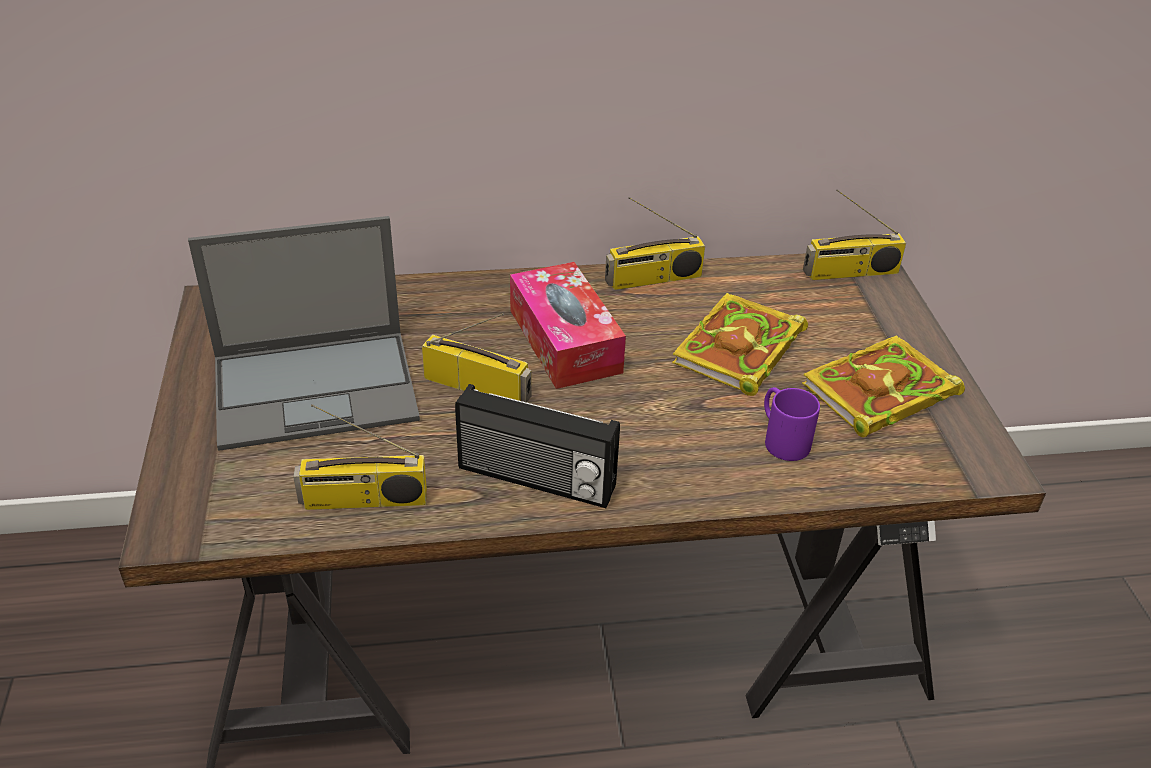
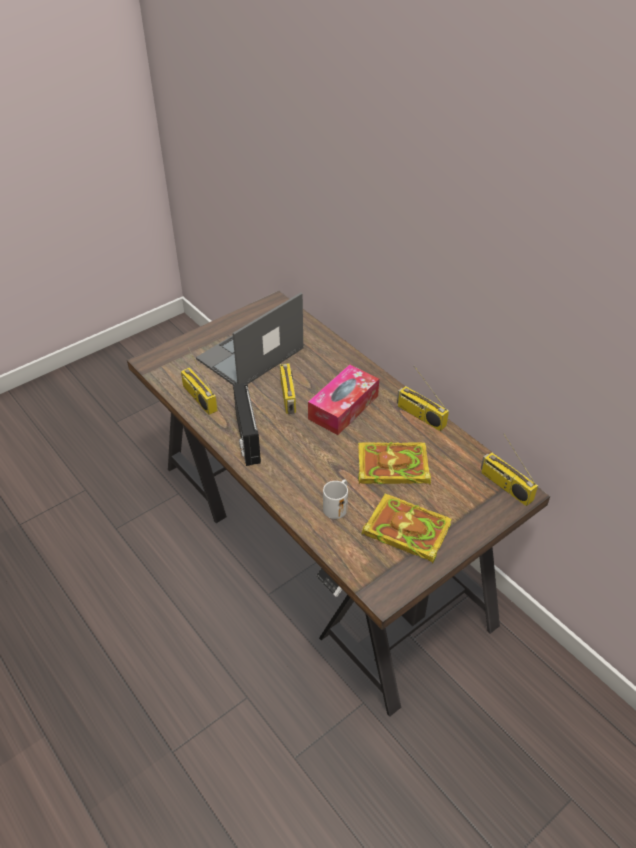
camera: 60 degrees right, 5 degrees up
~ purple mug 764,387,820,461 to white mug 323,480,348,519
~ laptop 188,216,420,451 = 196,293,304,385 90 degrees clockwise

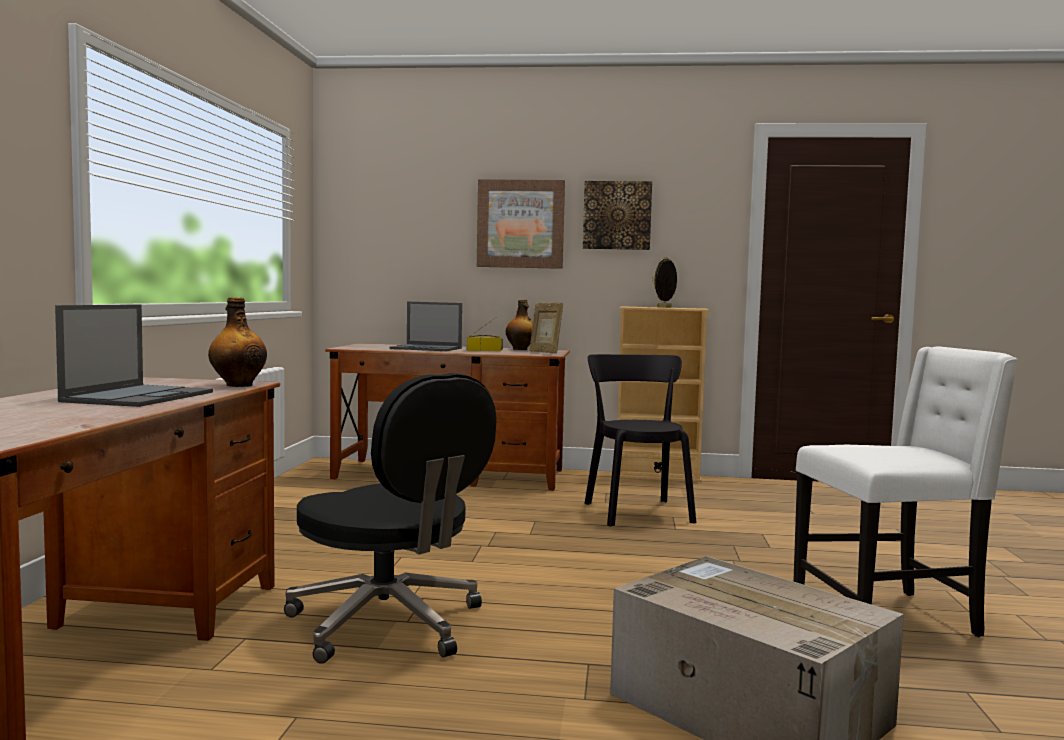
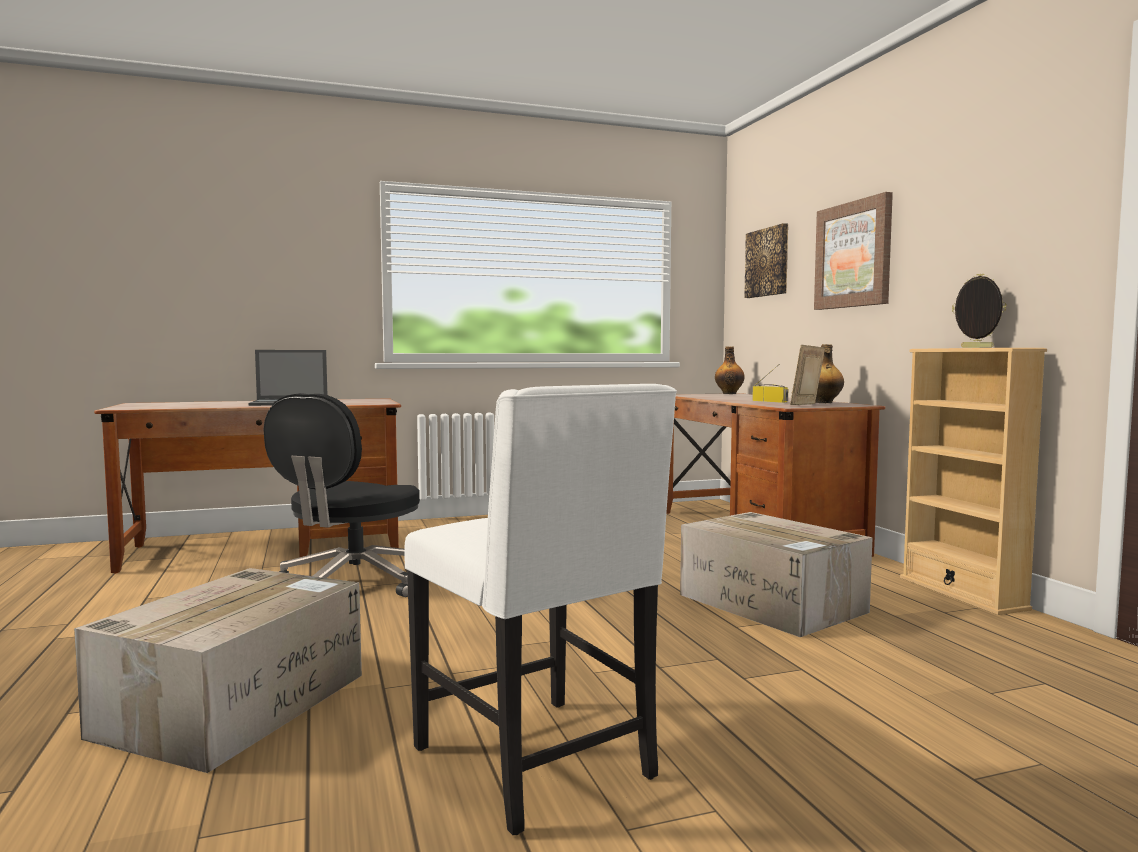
camera: 65 degrees right, 0 degrees up
- laptop 389,302,462,351
~ bottle 208,297,267,387 to 715,346,745,394
~ picture 583,181,652,250 to 744,223,788,298
~ black chair 584,354,696,526 to cardboard box 680,512,873,637

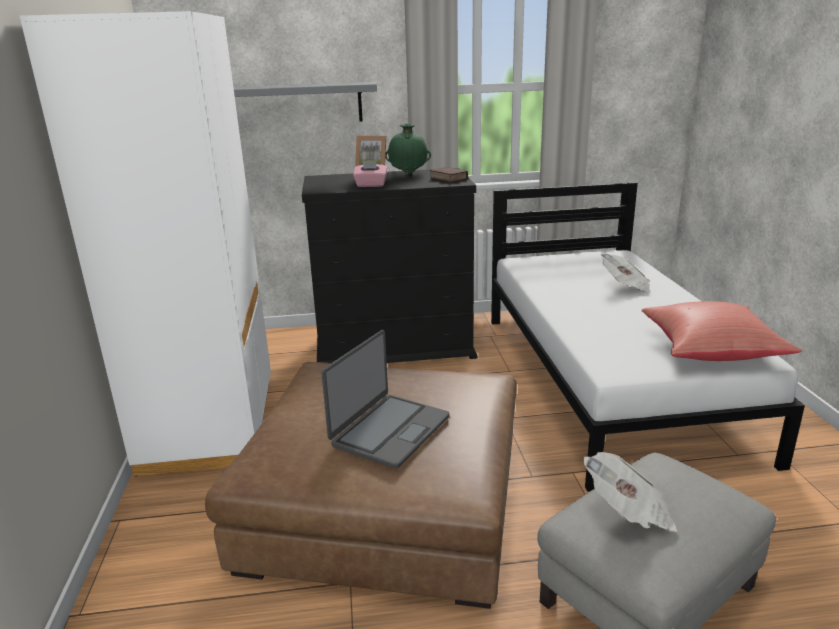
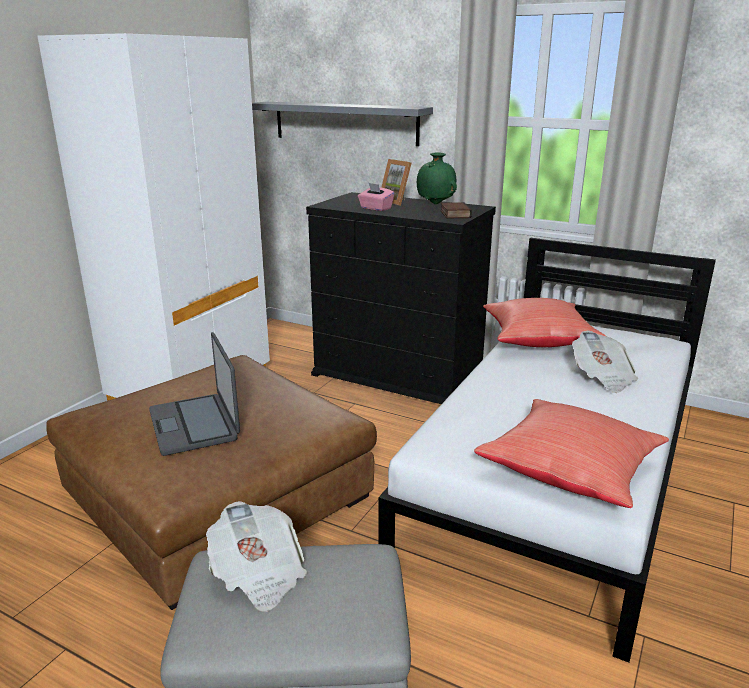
camera: 35 degrees right, 0 degrees up
+ red pillow 483,298,606,347
~ laptop 321,330,450,469 = 149,332,240,456 90 degrees clockwise

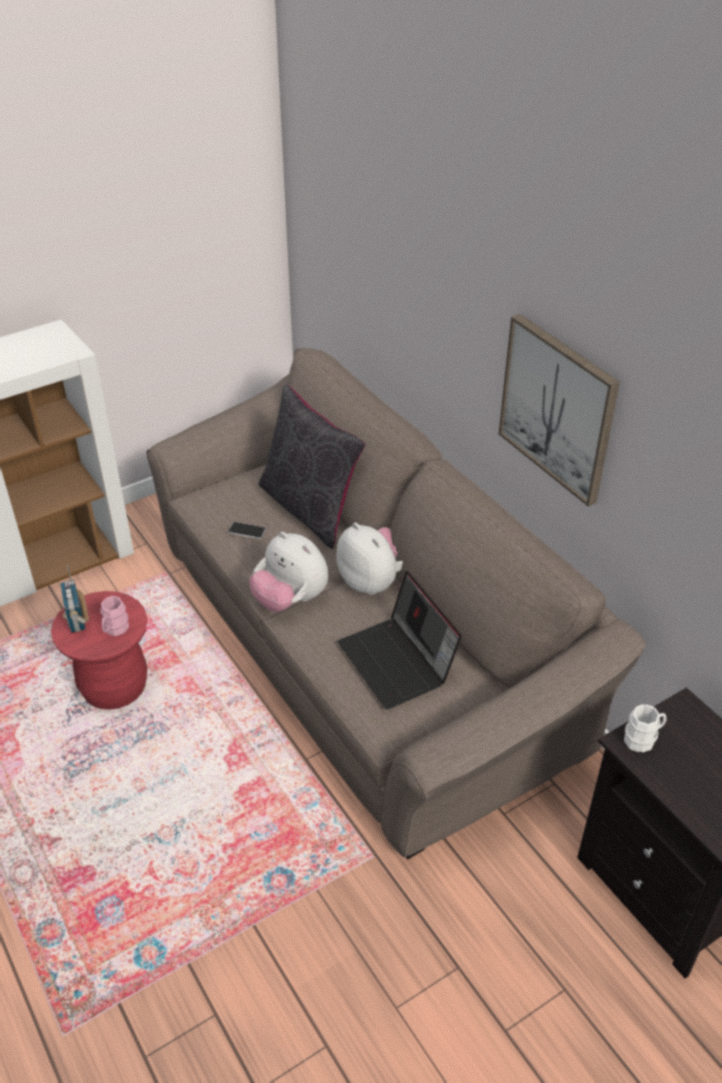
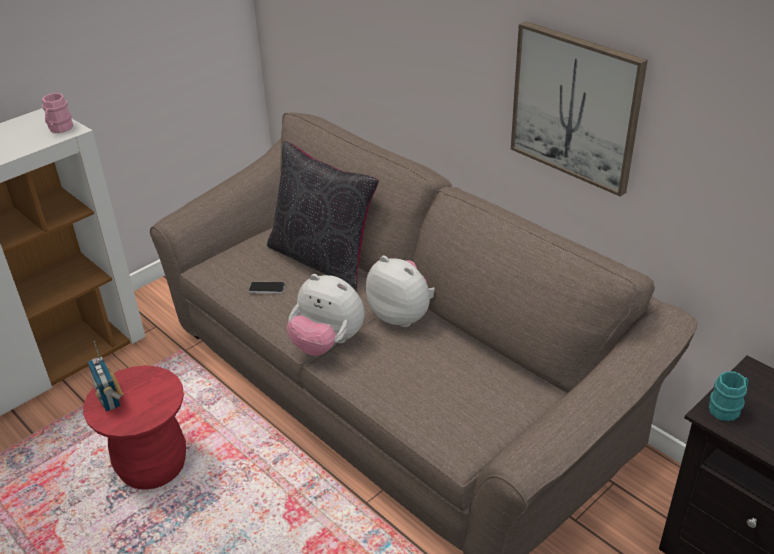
camera: 10 degrees left, 5 degrees down
- laptop 337,571,462,709
~ pink mug 100,596,129,636 to 42,93,73,133
~ white mug 624,704,666,753 to turquoise mug 709,371,748,421

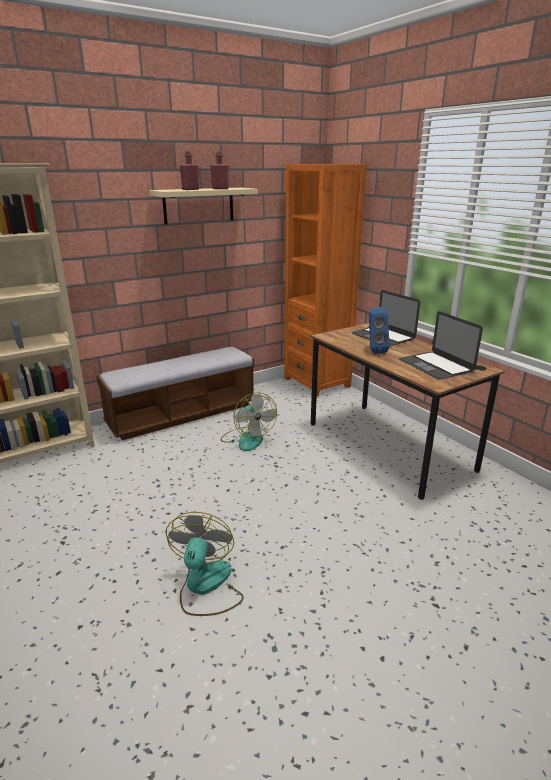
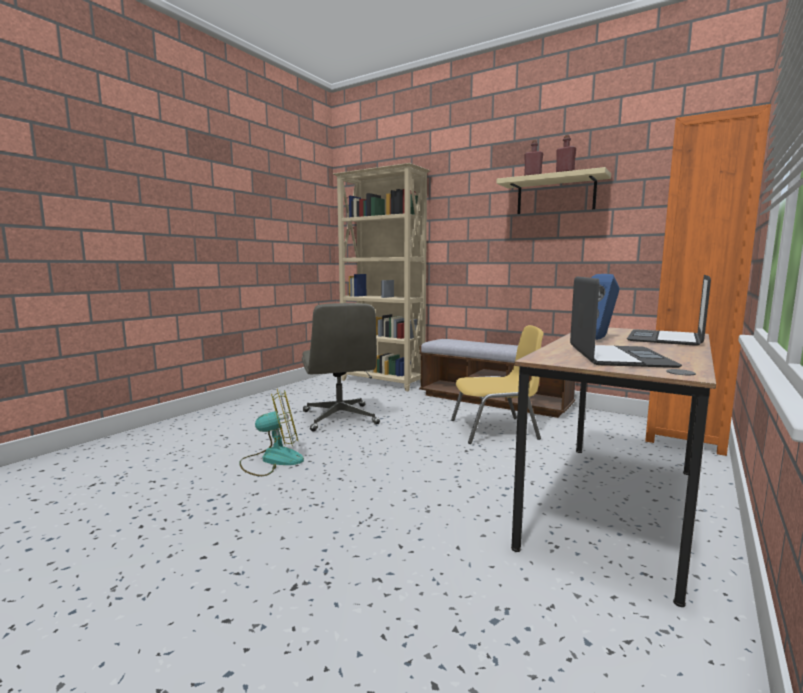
camera: 65 degrees right, 15 degrees down
+ grey office chair 302,303,380,431
~ fan 221,392,277,451 to yellow chair 451,325,544,444
~ laptop 399,311,483,379 = 570,277,682,368 150 degrees clockwise

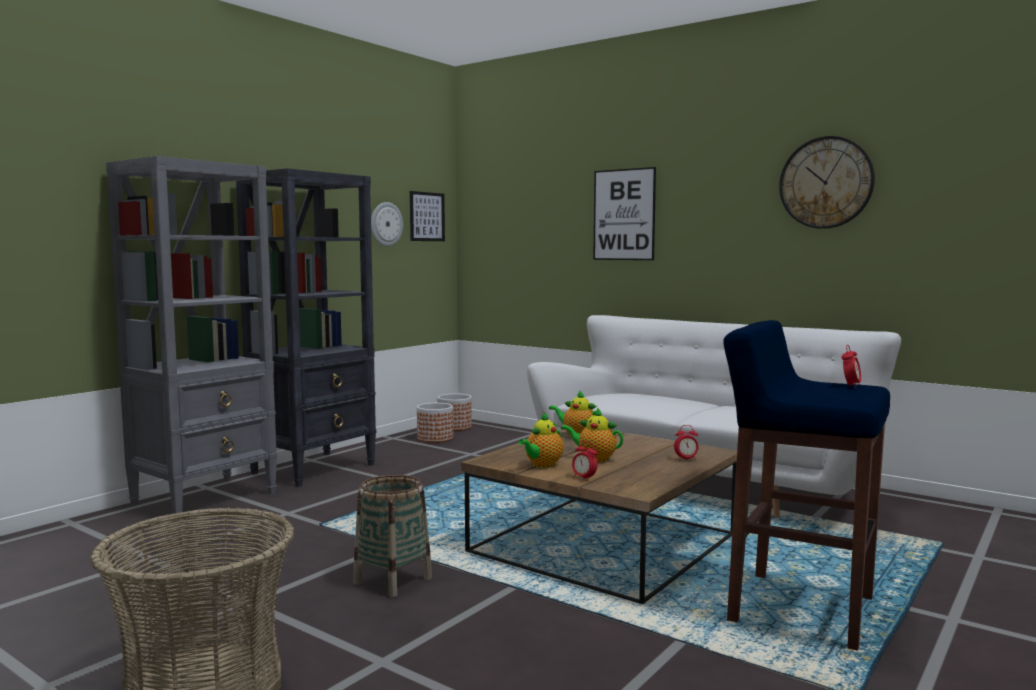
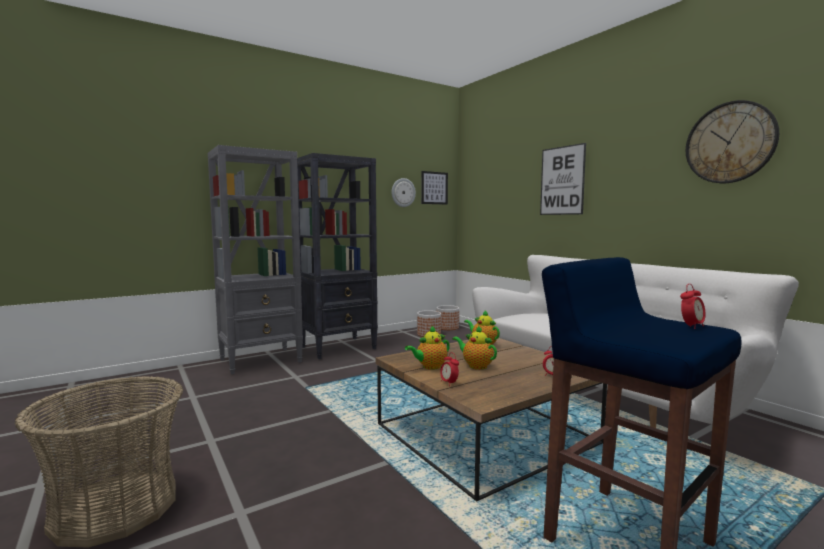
camera: 20 degrees right, 0 degrees up
- basket 353,475,432,597

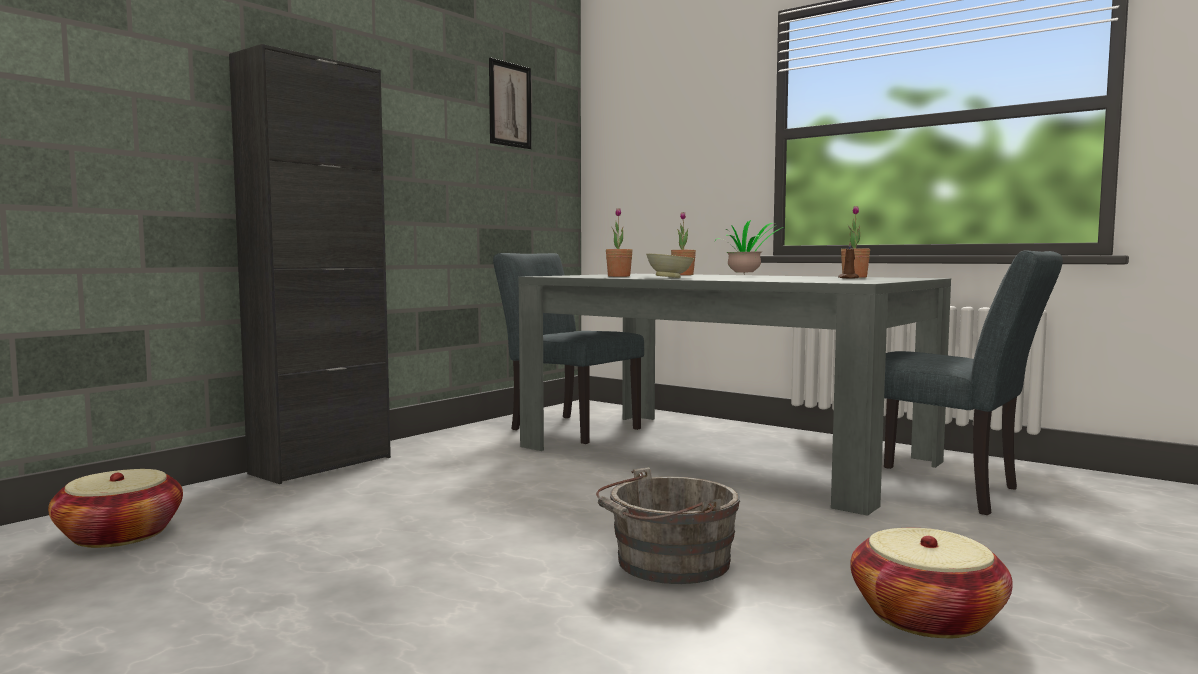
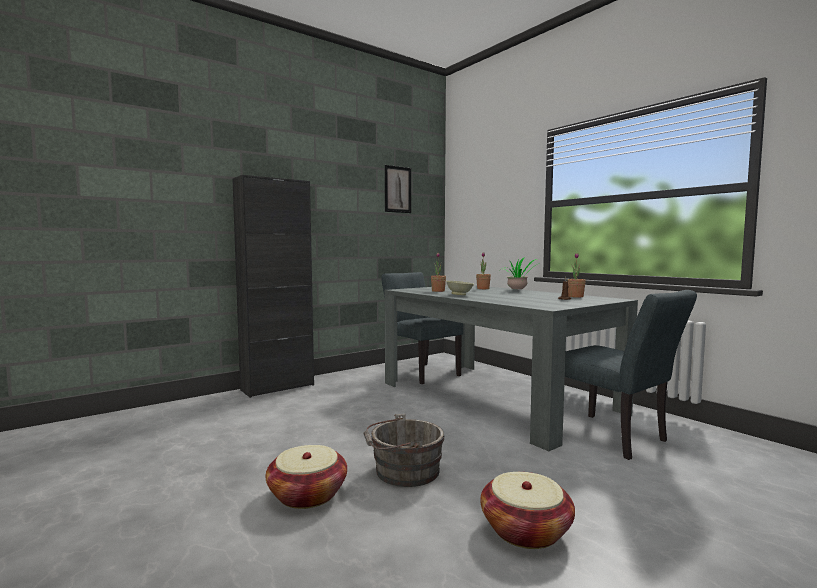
camera: 15 degrees right, 0 degrees up
~ basket 48,469,183,548 to 266,445,347,509

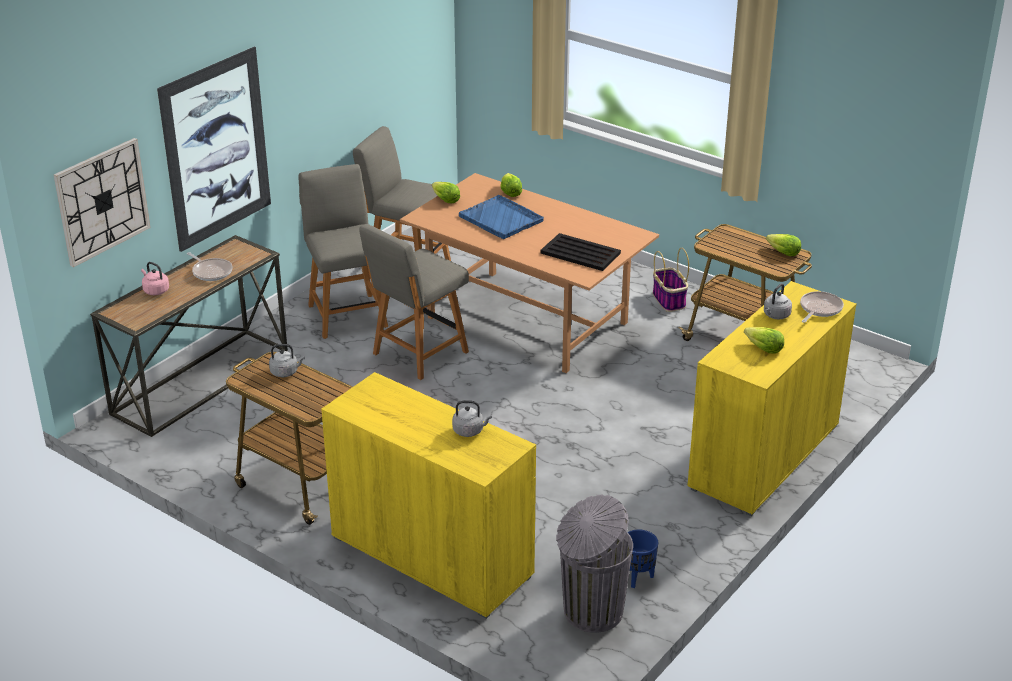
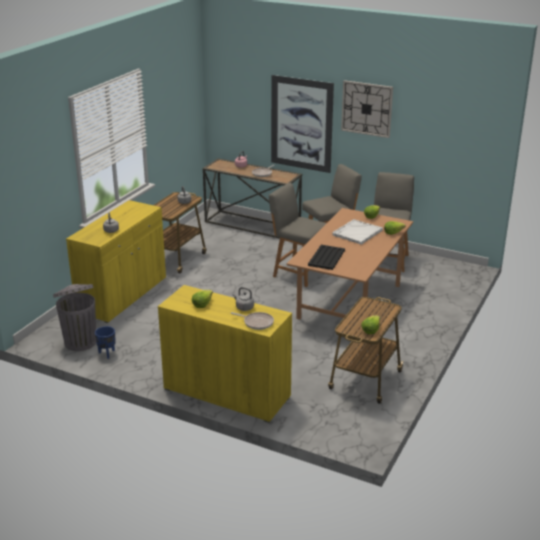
camera: 80 degrees right, 5 degrees down
- basket 653,248,689,312
~ wall clock 54,138,151,267 to 341,80,393,138
~ blue tray 459,195,544,239 to white tray 332,219,383,245

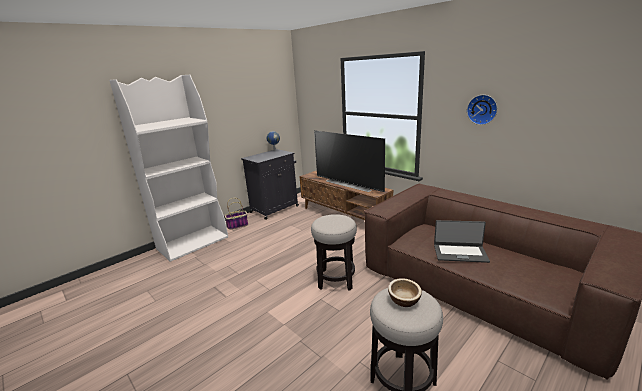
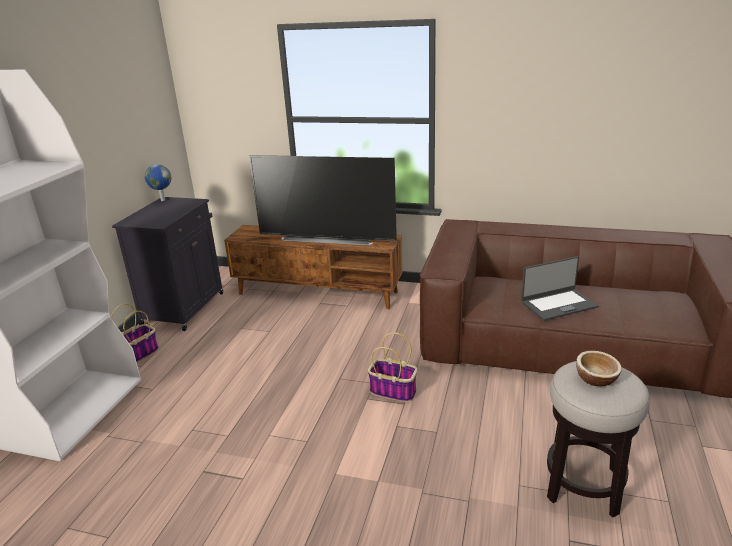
camera: 30 degrees left, 5 degrees up
- wall clock 467,95,497,125
~ stool 311,214,357,290 to basket 368,332,417,402

